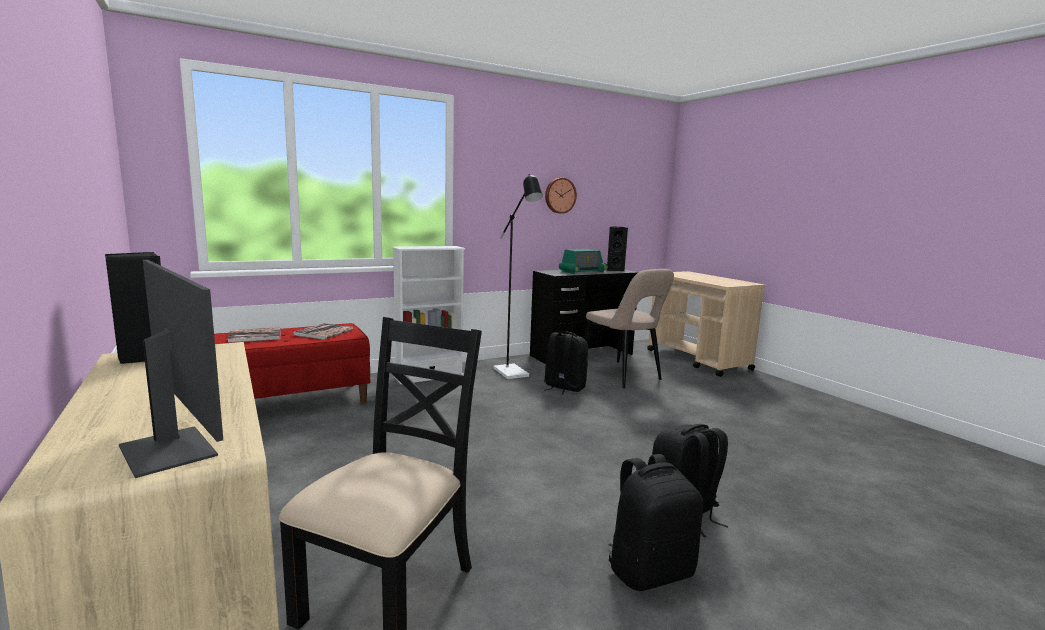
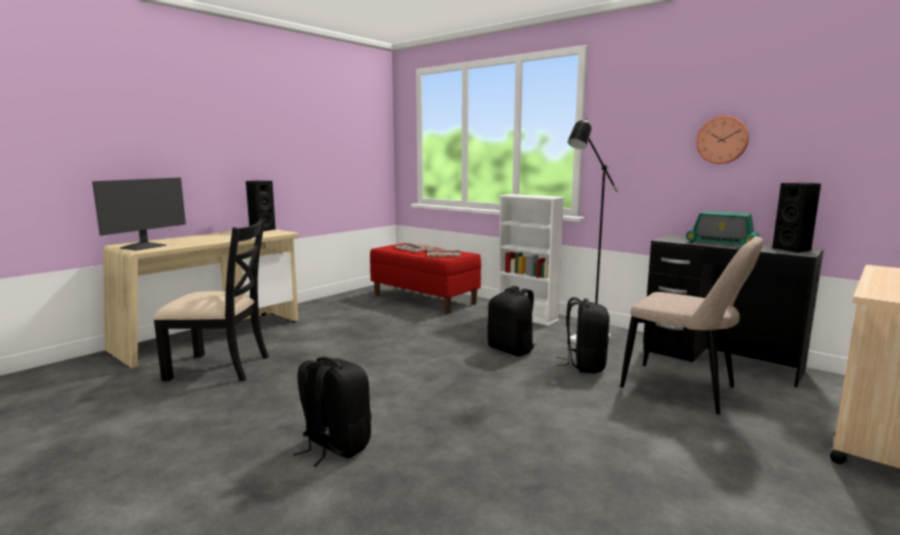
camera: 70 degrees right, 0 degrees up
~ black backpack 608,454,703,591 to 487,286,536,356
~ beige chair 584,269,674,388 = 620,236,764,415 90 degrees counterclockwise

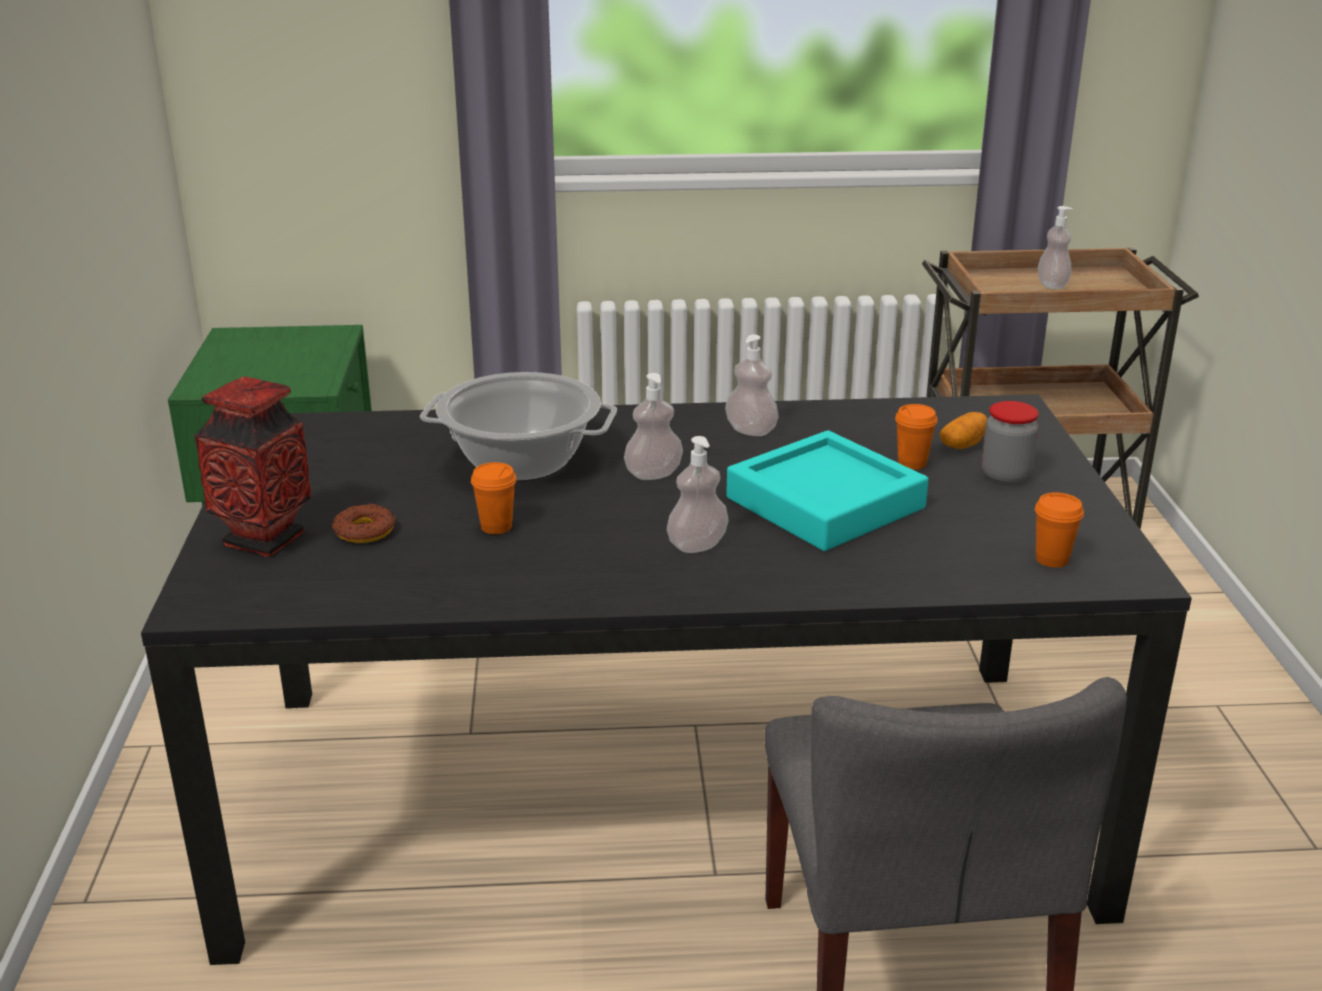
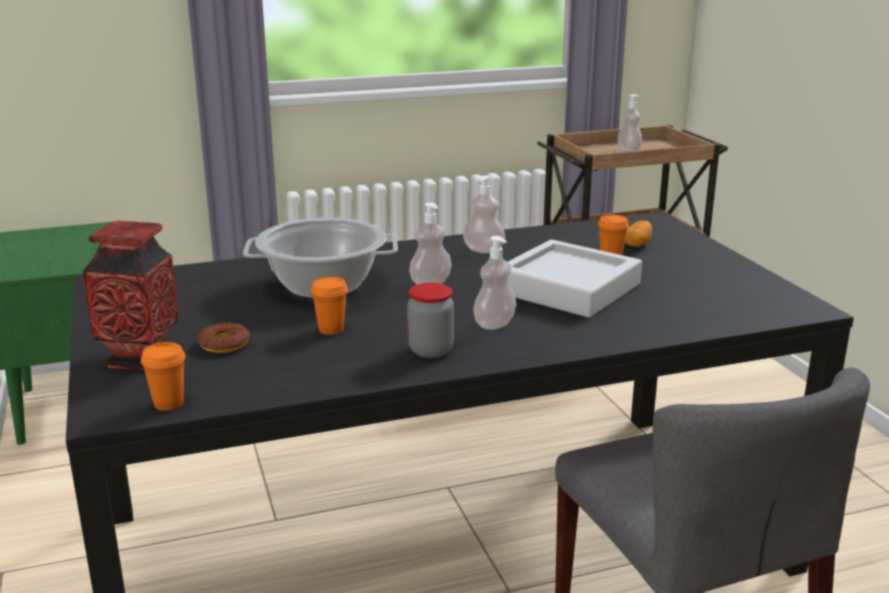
camera: 15 degrees left, 5 degrees down
~ jar 982,401,1039,484 to 407,283,454,358
~ orange cup 1035,492,1084,568 to 141,342,186,411
~ turquoise tray 726,430,928,551 to grey tray 508,239,642,318

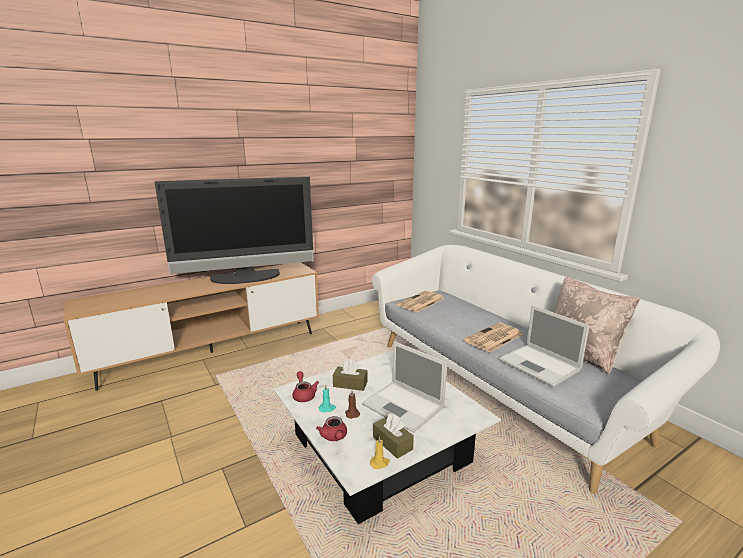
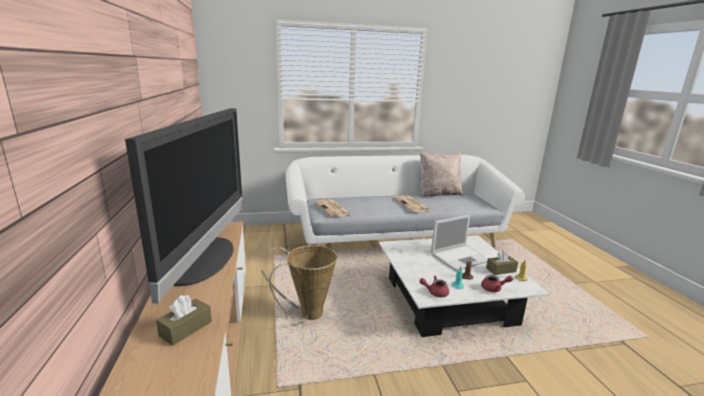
camera: 70 degrees left, 0 degrees up
- laptop 499,305,590,387
+ basket 260,245,337,323
~ brown tissue box 333,360,368,391 to 156,295,212,346

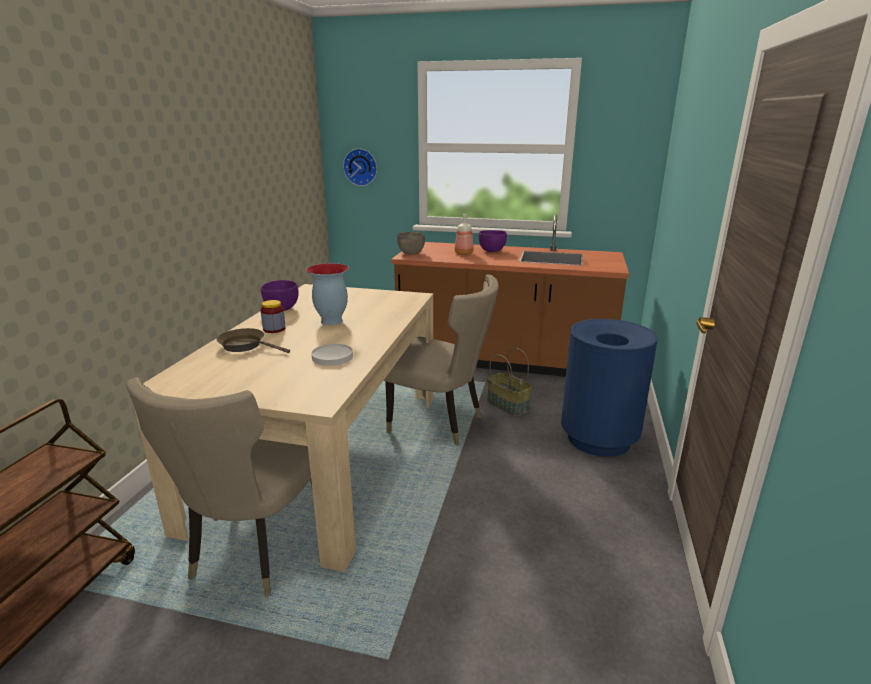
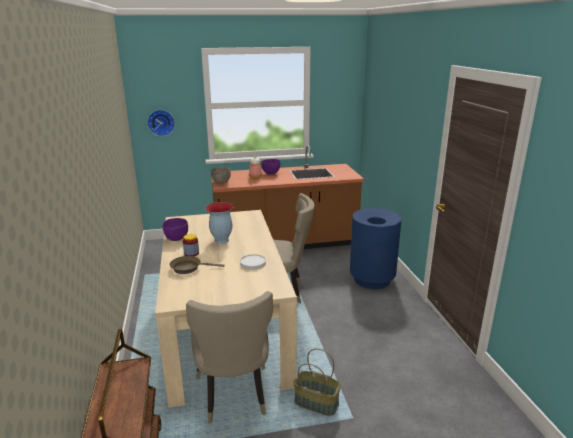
camera: 25 degrees left, 0 degrees up
~ basket 487,348,532,416 to 294,348,341,416

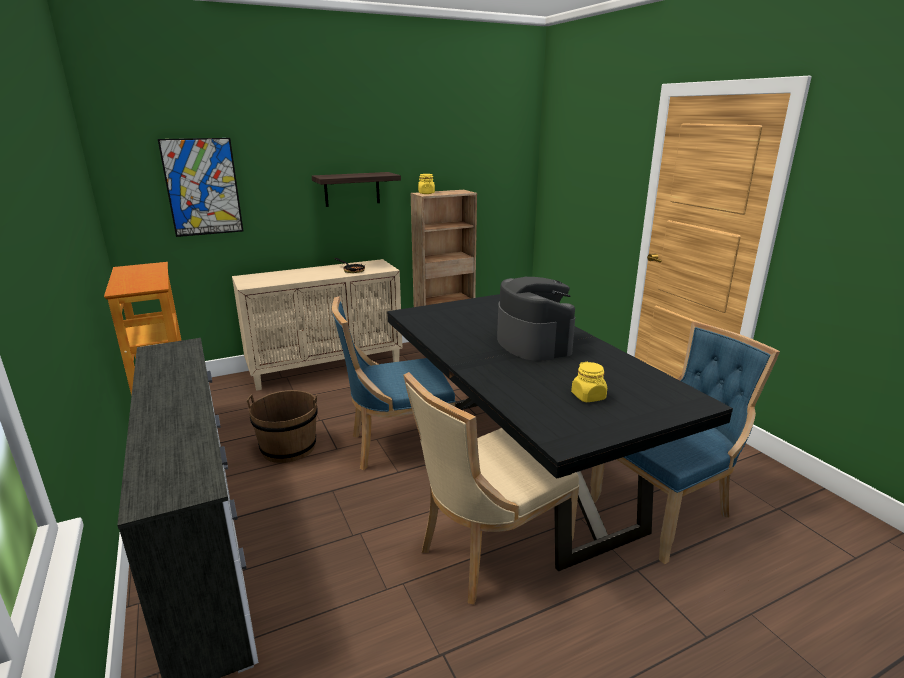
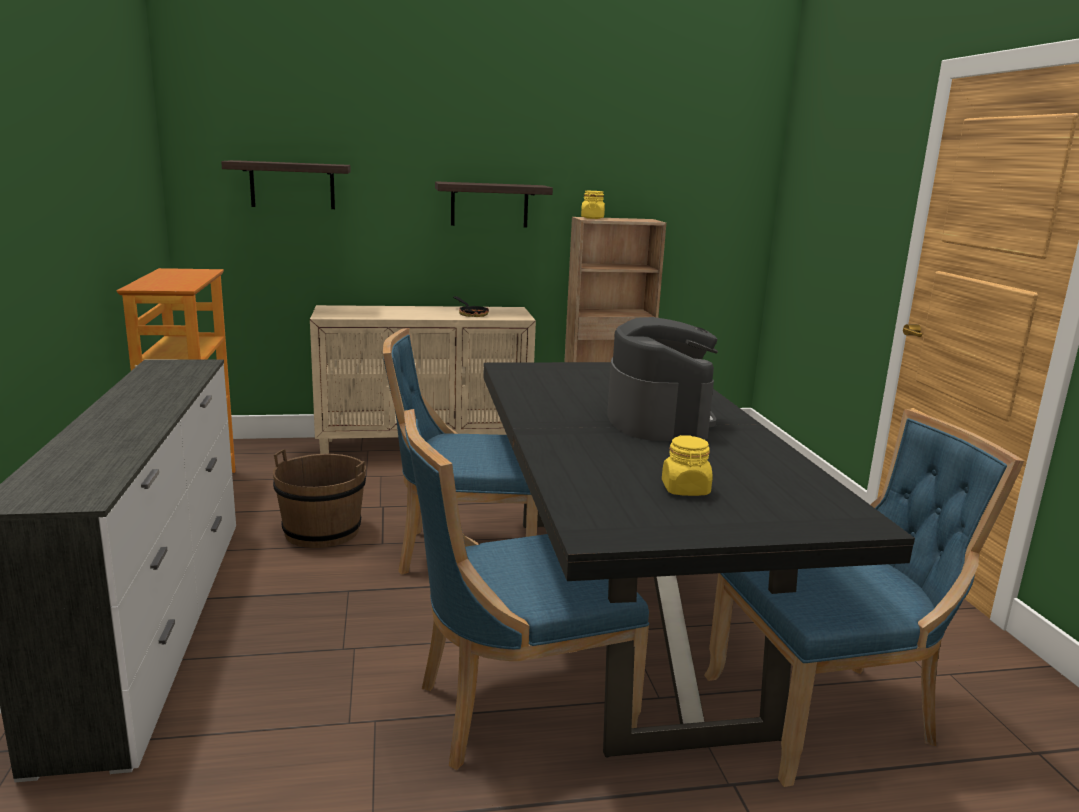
camera: 15 degrees right, 5 degrees down
~ picture 158,138,243,237 to shelf 221,160,351,209
~ beige chair 403,372,579,605 to blue chair 404,409,649,770

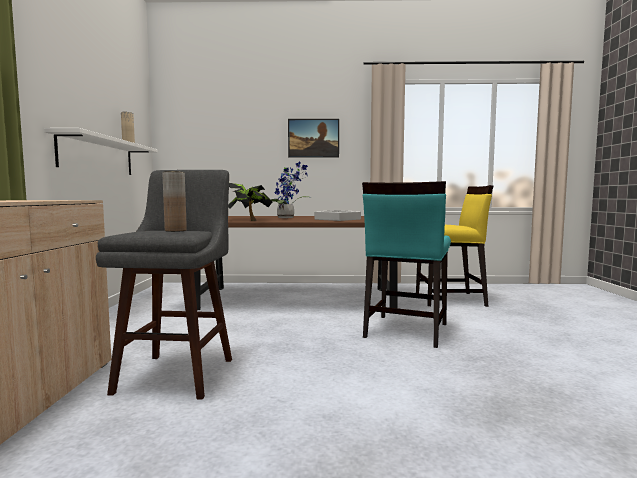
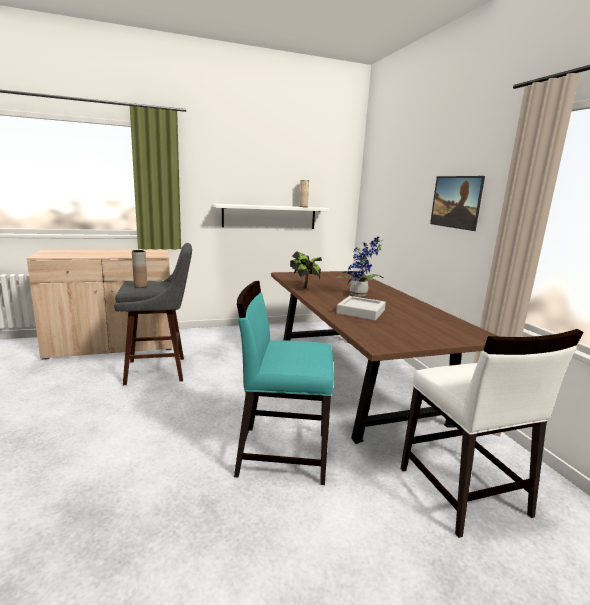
camera: 70 degrees right, 10 degrees up
~ yellow chair 416,185,493,307 to white chair 401,329,584,538

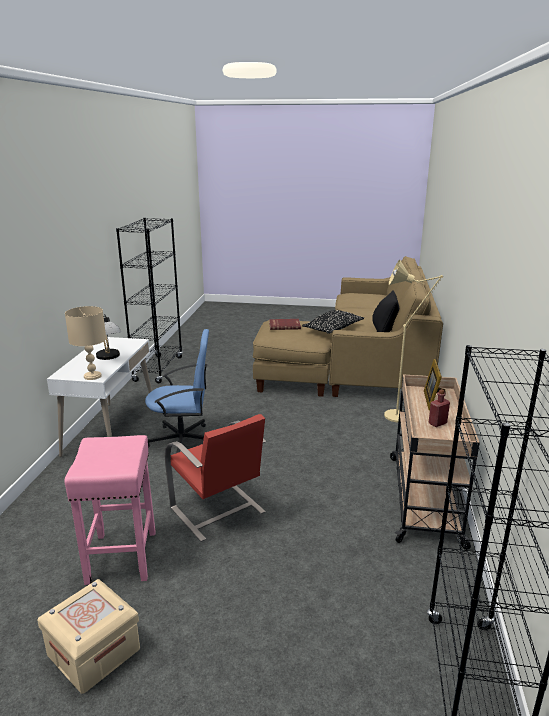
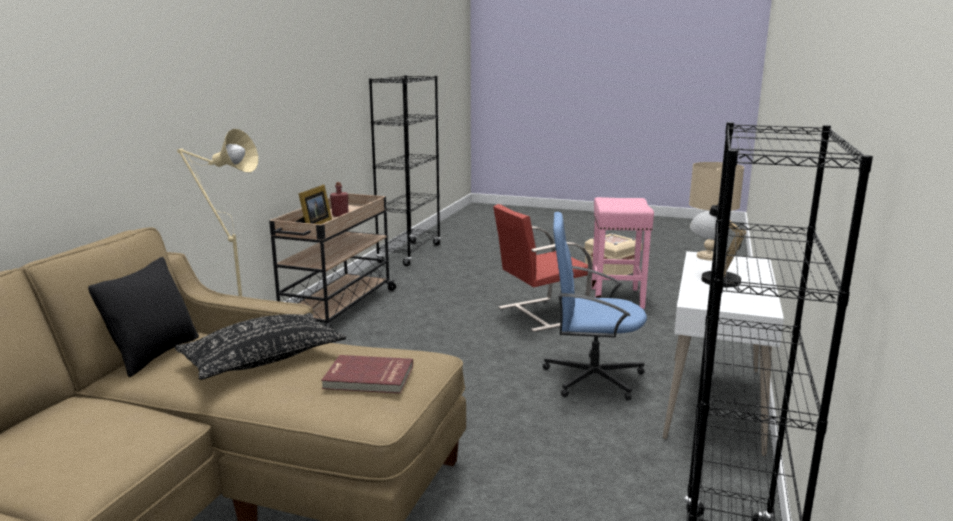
camera: 170 degrees left, 5 degrees down
~ red chair 165,414,266,542 = 493,204,593,332 90 degrees counterclockwise

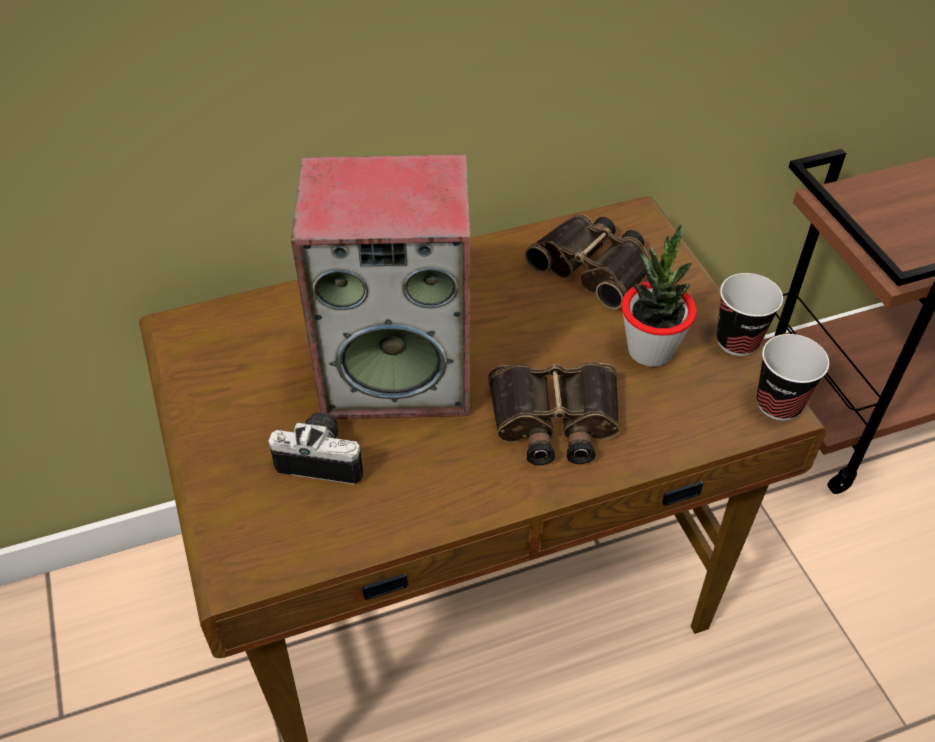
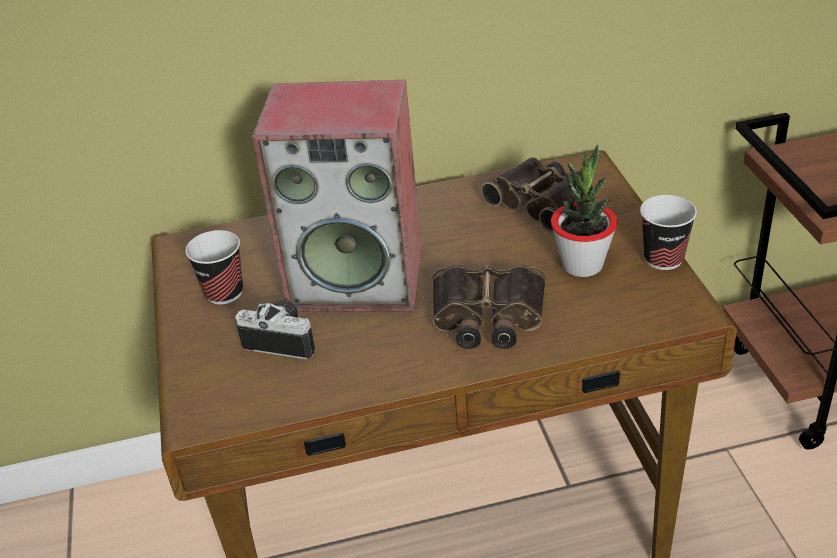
camera: 10 degrees right, 10 degrees down
~ cup 757,334,829,421 to 185,230,243,305

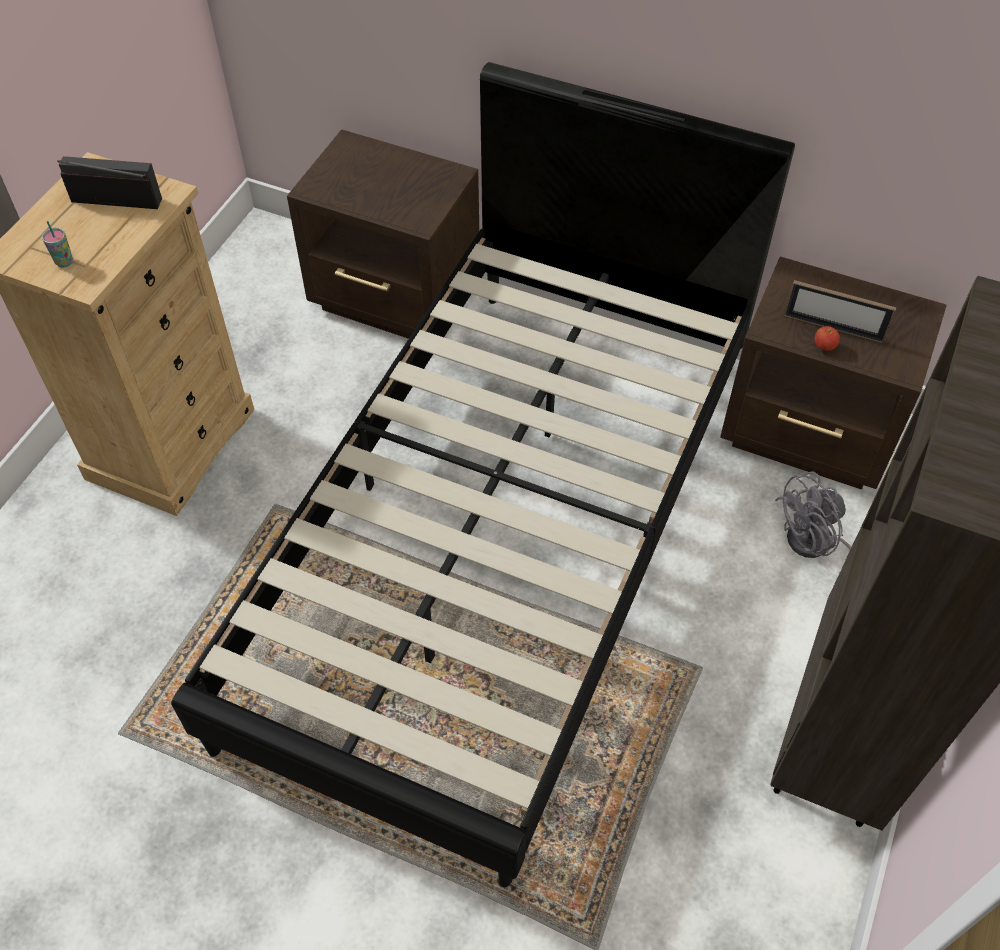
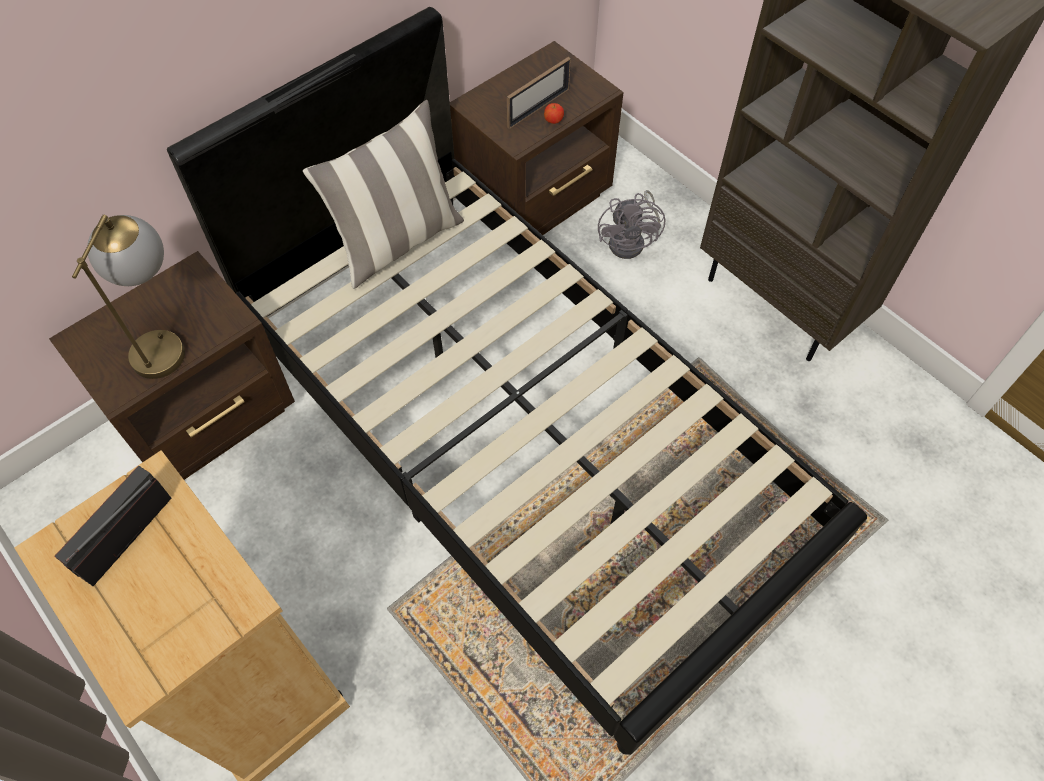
camera: 65 degrees left, 5 degrees up
- cup 42,221,73,268
+ table lamp 72,215,185,379
+ pillow 303,100,464,289

